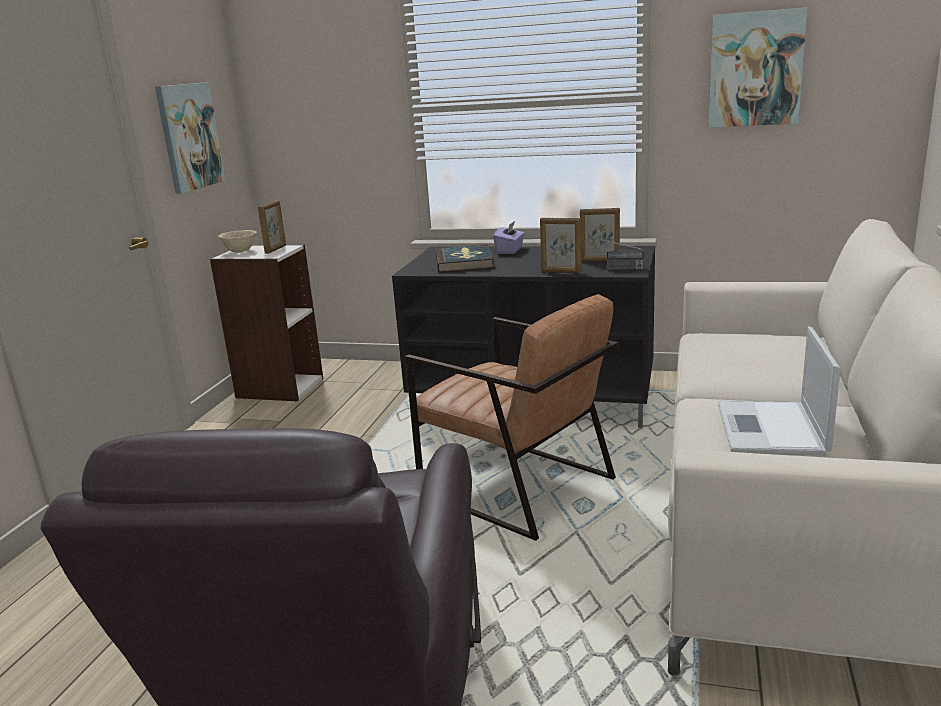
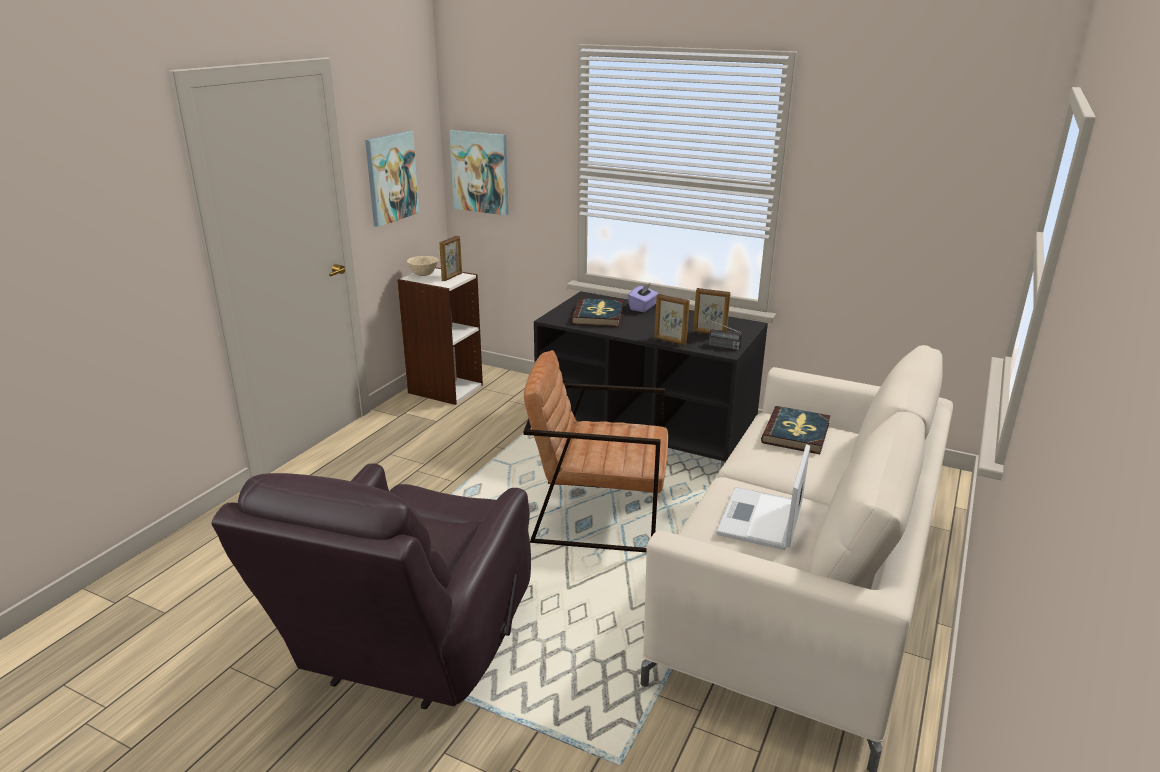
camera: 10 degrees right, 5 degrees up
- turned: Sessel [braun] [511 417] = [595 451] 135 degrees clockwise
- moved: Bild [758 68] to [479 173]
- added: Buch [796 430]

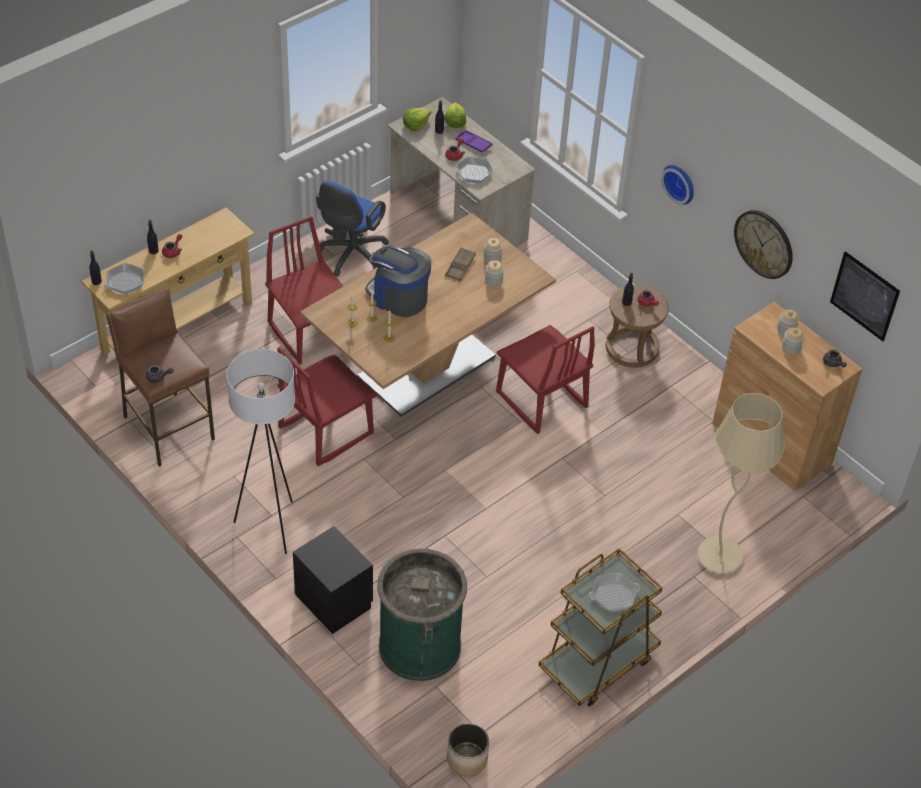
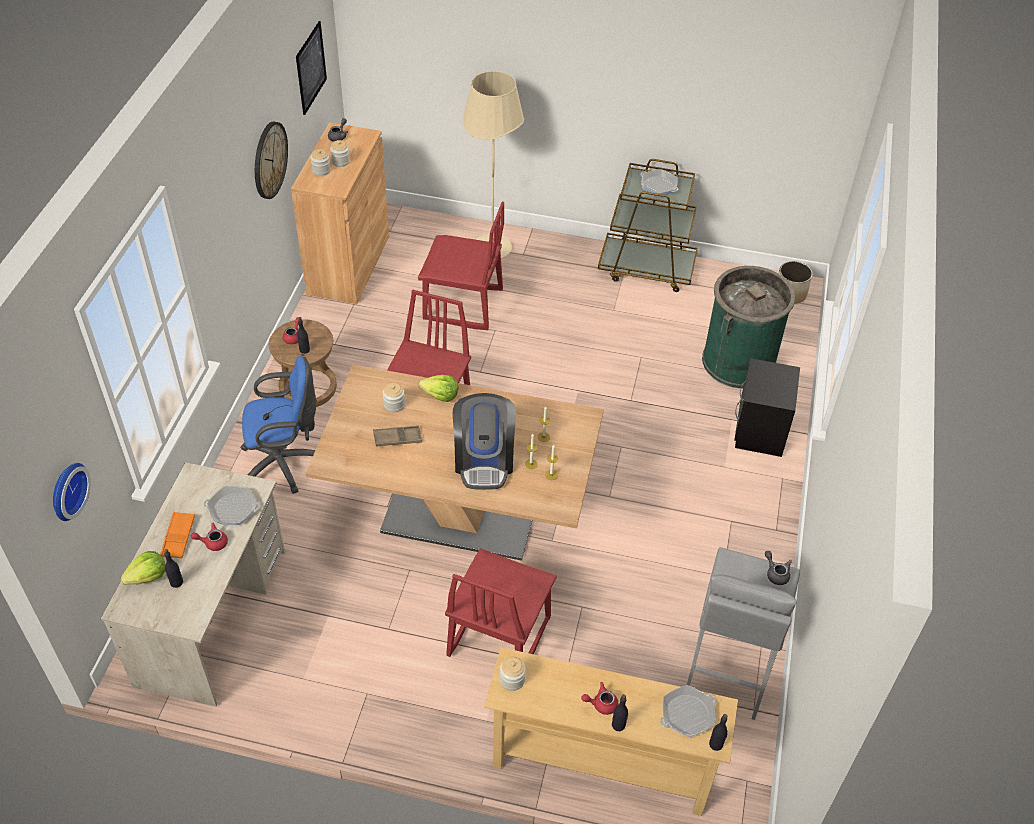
camera: 125 degrees left, 0 degrees up
- turned: Pfanne [125 278] = [688 711] 45 degrees counterclockwise
- recoloured: Hocker [braun] [160 377] to Hocker [grau] [743 633]
- removed: Stehlampe [weiß] [260 451]
- moved: Stuhl [rot] [327 406] to [461 266]
- moved: Bürostuhl [blau] [352 229] to [278 425]
- moved: Salatkopf [417 120] to [438 388]
- recoloured: Tablett [lila] [473 141] to Tablett [orange] [177 535]
- moved: Vorratsglas [493 250] to [513 673]
- moved: Wanduhr [677 185] to [72 492]

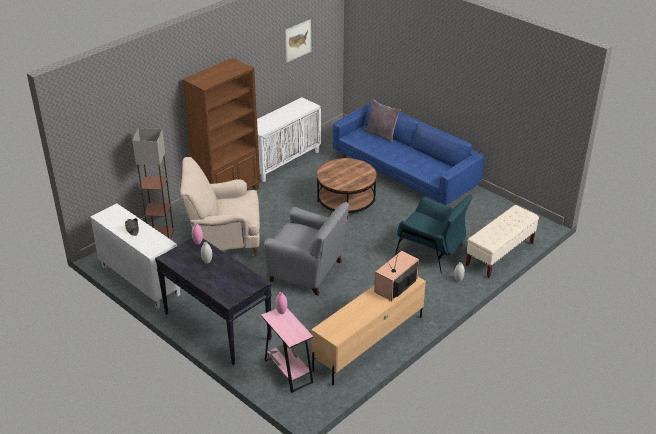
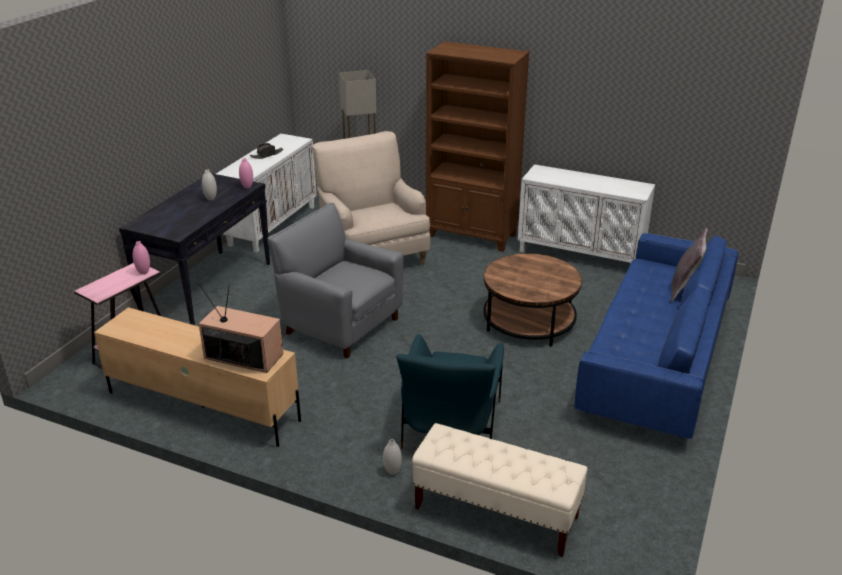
camera: 70 degrees right, 5 degrees down
- turned: Sessel [grau] [306 249] = [335 281] 120 degrees clockwise
- removed: Bild [298 41]

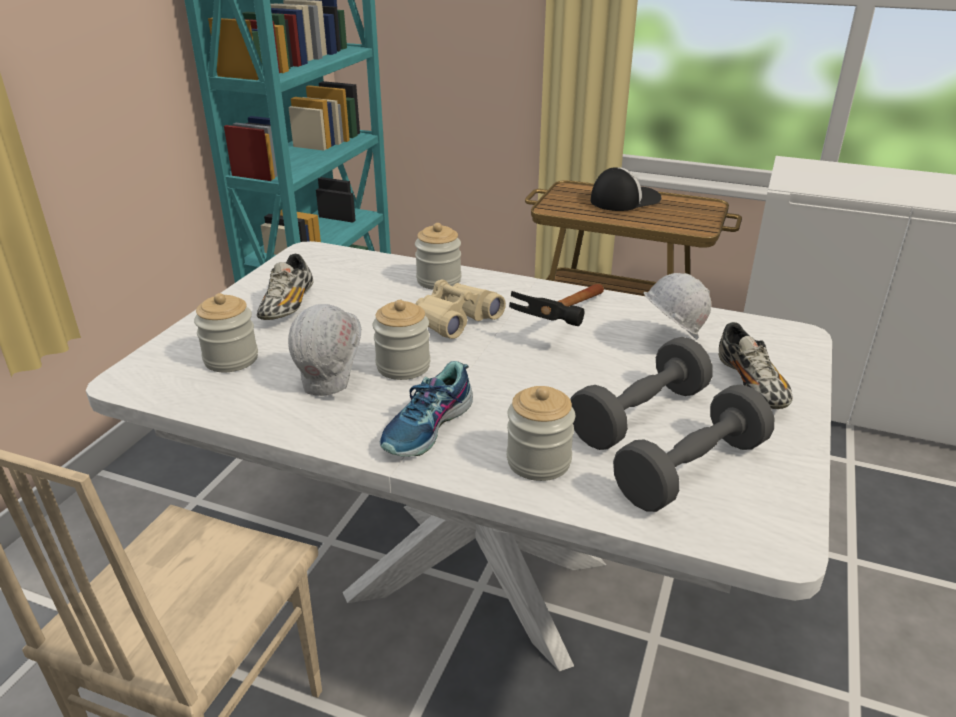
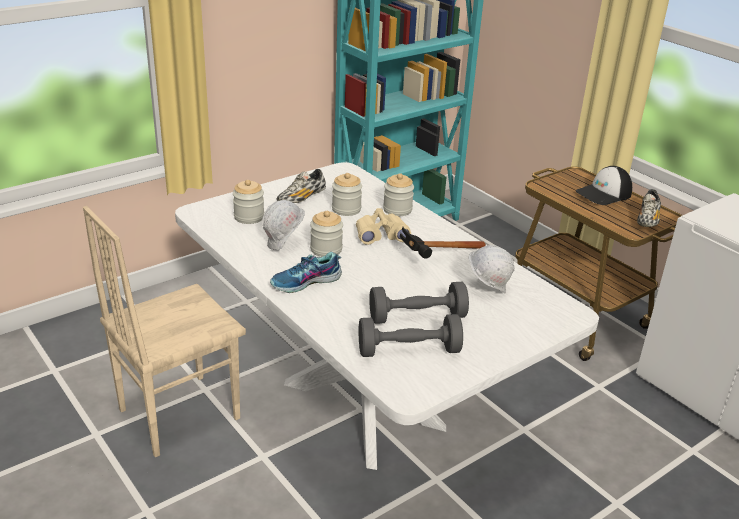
camera: 30 degrees right, 0 degrees up
- moved: Vorratsglas [541 433] to [347 194]
- turned: Kappe [626 189] = [604 185] 150 degrees clockwise
- moved: Schuh [756 365] to [649 208]

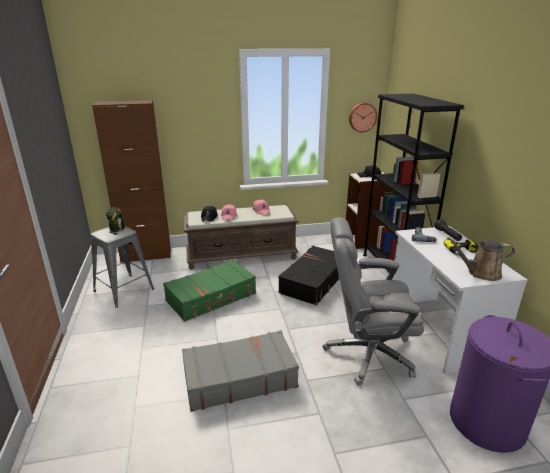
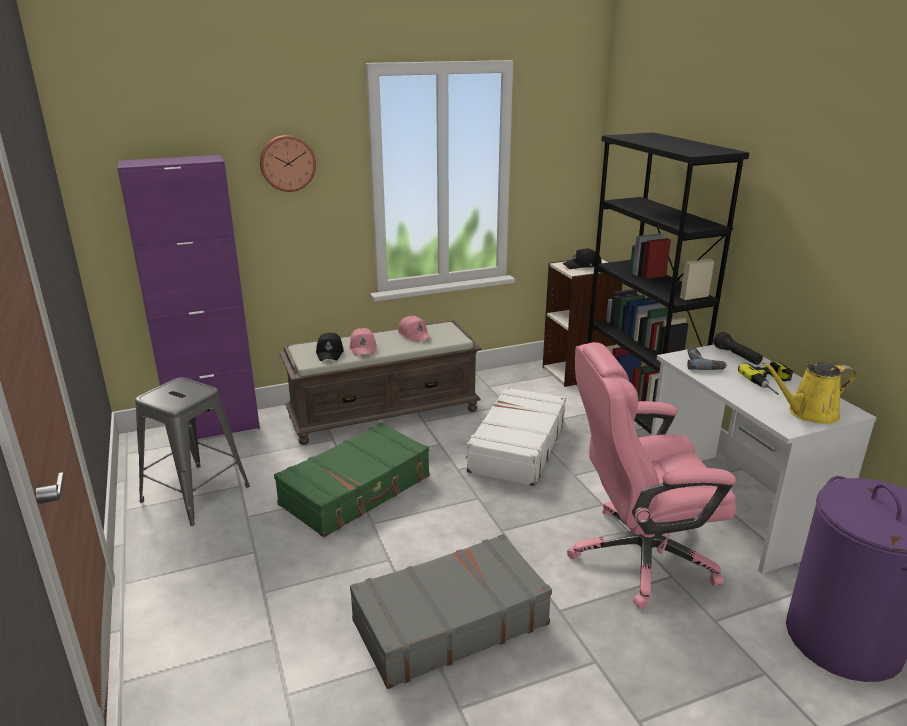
camera: 10 degrees left, 0 degrees up
- recoloured: Schrank [braun] [131 181] to Schrank [lila] [188 297]
- removed: Vorratsglas [115 219]
- recoloured: Koffer [schwarz] [308 275] to Koffer [weiß] [515 436]
- recoloured: Bürostuhl [grau] [373 301] to Bürostuhl [rosa] [651 475]
- moved: Wanduhr [363 117] to [288 163]
- recoloured: Gießkanne [braun] [481 259] to Gießkanne [gelb] [809 393]

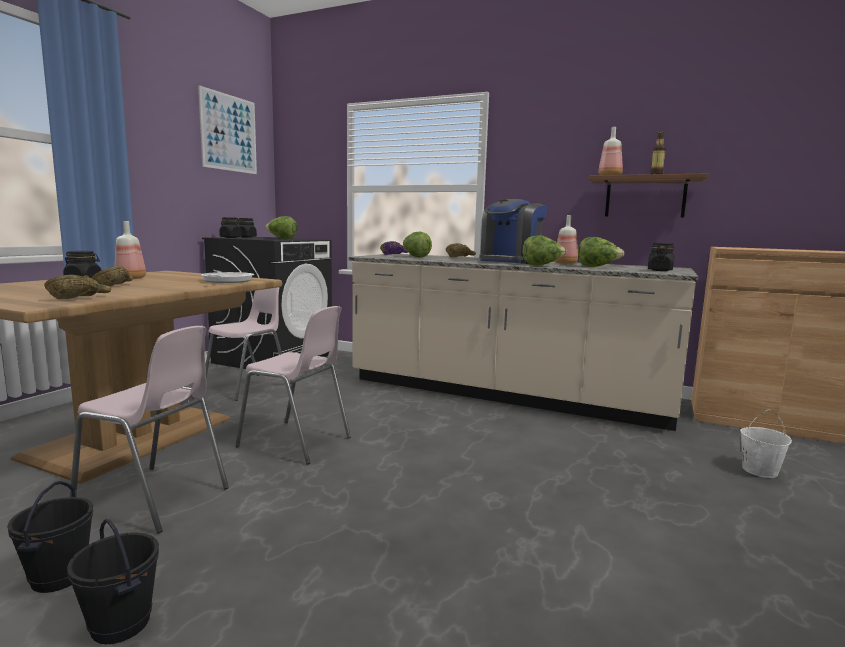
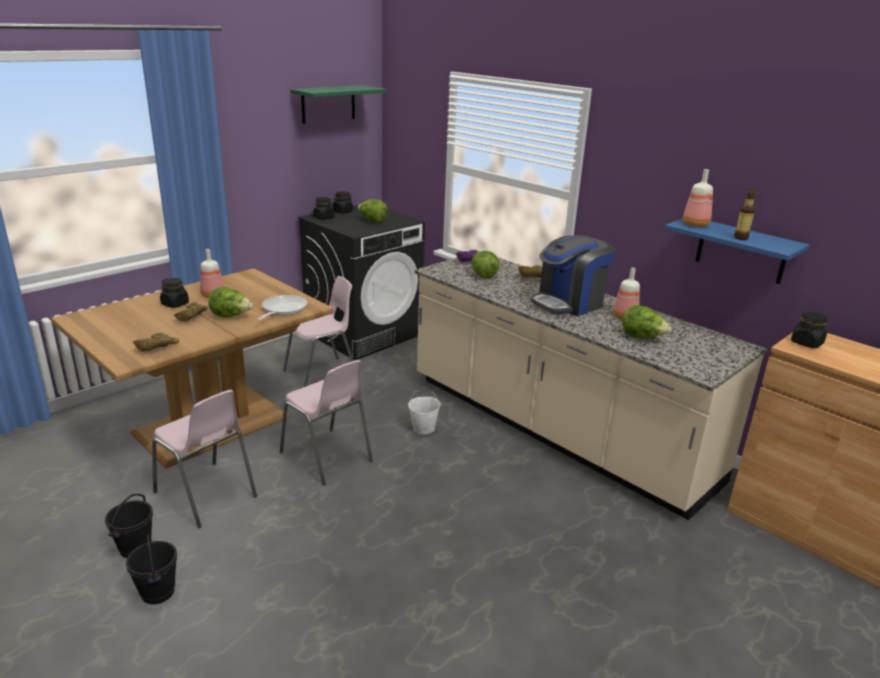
camera: 20 degrees right, 15 degrees up
- replaced: Bild [227 129] to Wandregal [grün] [338 104]
- moved: Salatkopf [544 250] to [230 302]
- recoloured: Wandregal [braun] [648 196] to Wandregal [blau] [737 251]
- moved: Vorratsglas [schwarz] [661 257] to [809 329]
- moved: Eimer [weiß] [766 443] to [424 410]

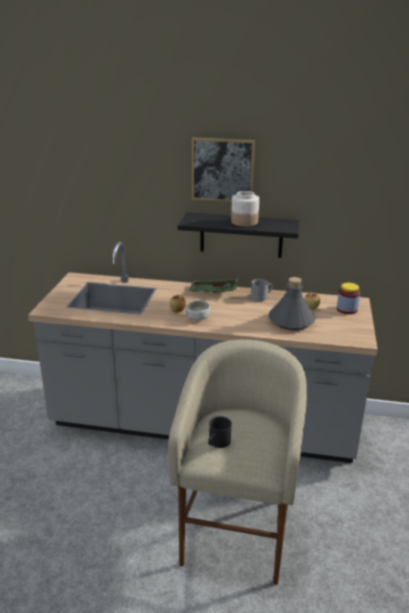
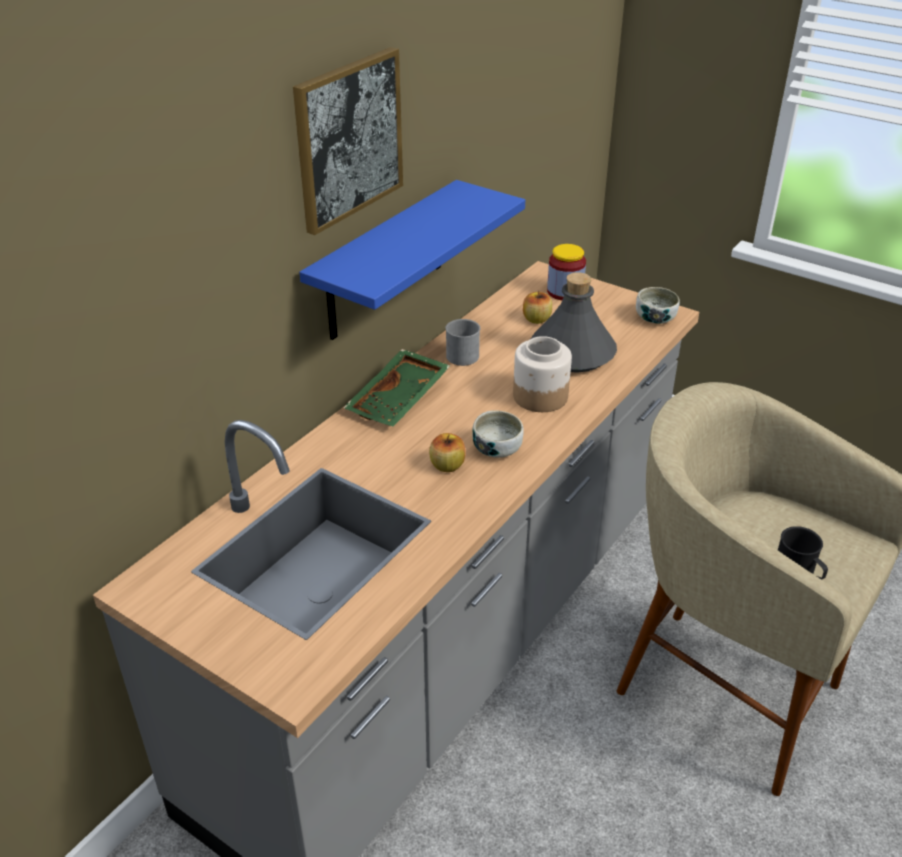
camera: 65 degrees left, 10 degrees up
- recoloured: Wandregal [schwarz] [238 235] to Wandregal [blau] [412 260]
- moved: Vorratsglas [245 208] to [542 374]
- added: Schüssel [658 305]

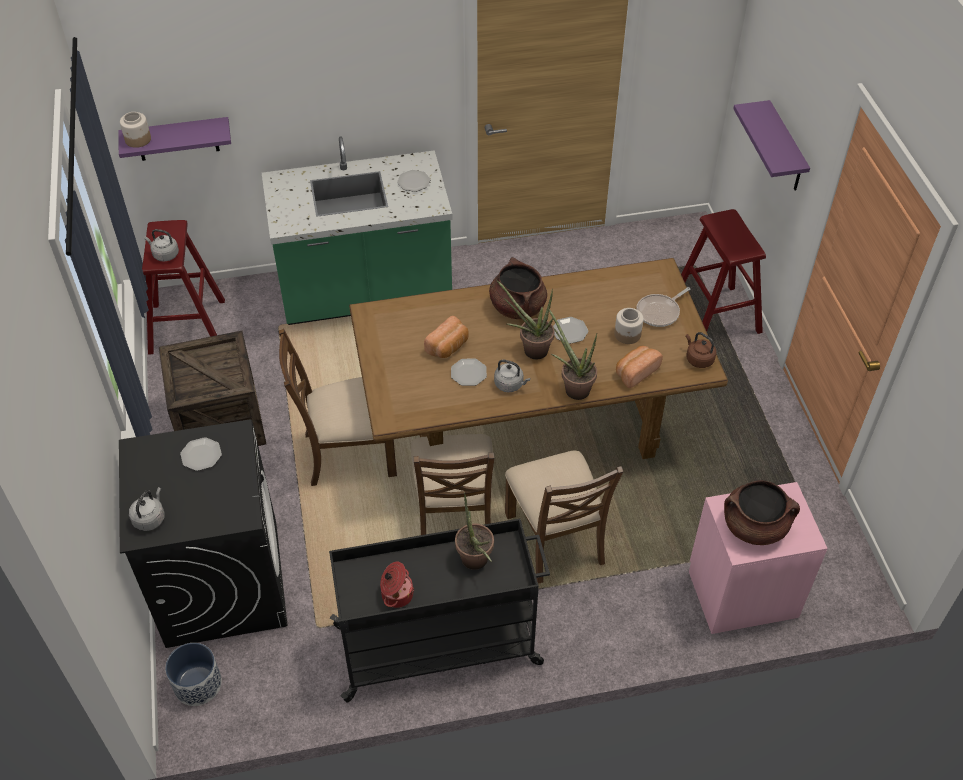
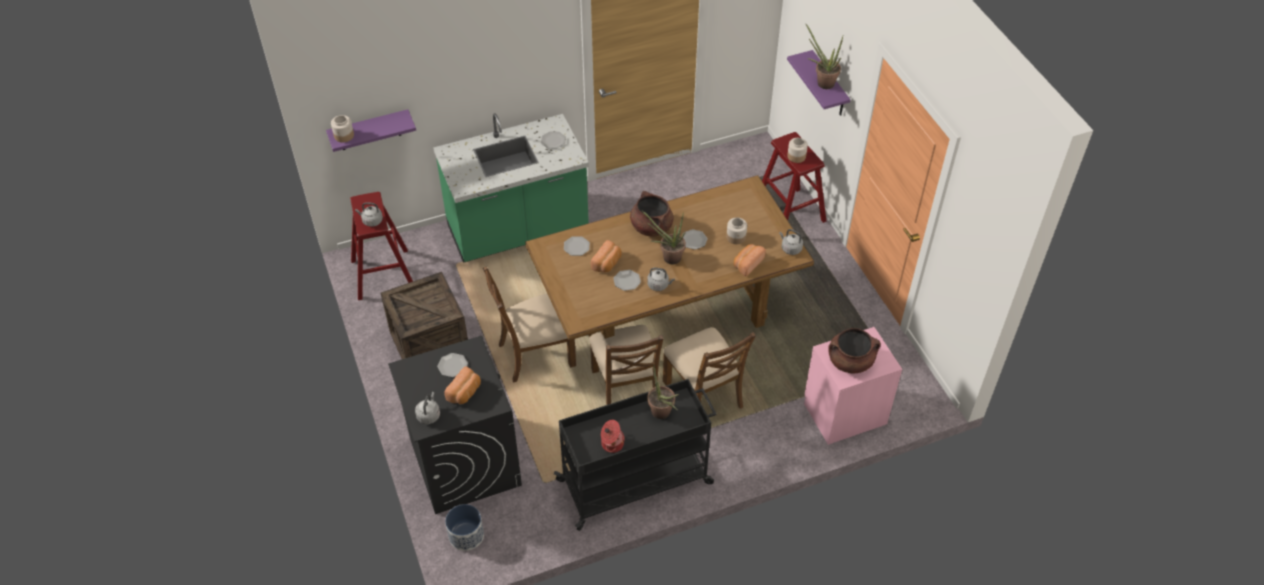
camera: 10 degrees left, 0 degrees up
- moved: Topfpflanze [572 354] to [824 56]
- removed: Pfanne [663 307]
- recoloured: Wasserkessel [braun] [701 350] to Wasserkessel [grau] [791 242]
- added: Brot [462 385]
- added: Teller [577 246]
- added: Vorratsglas [797 150]

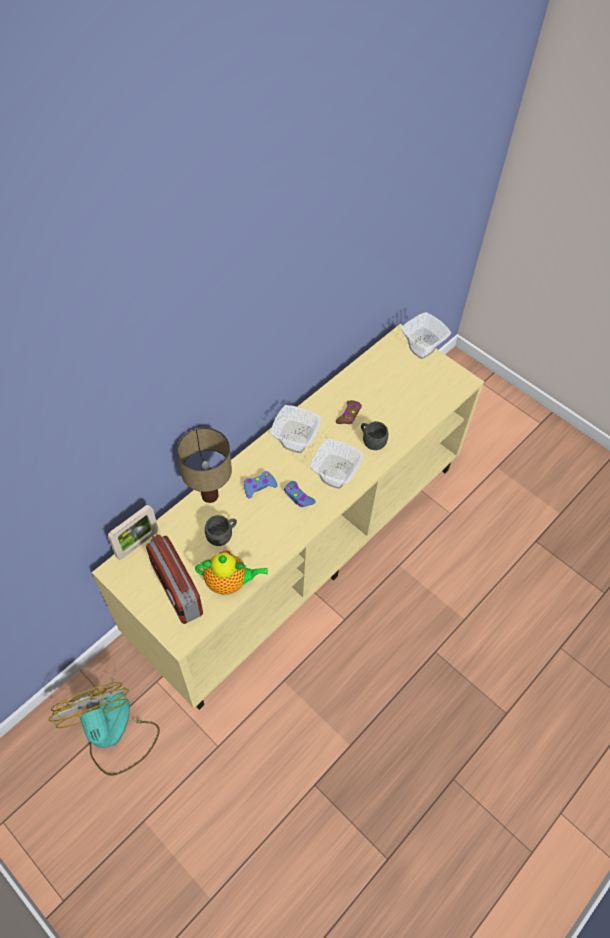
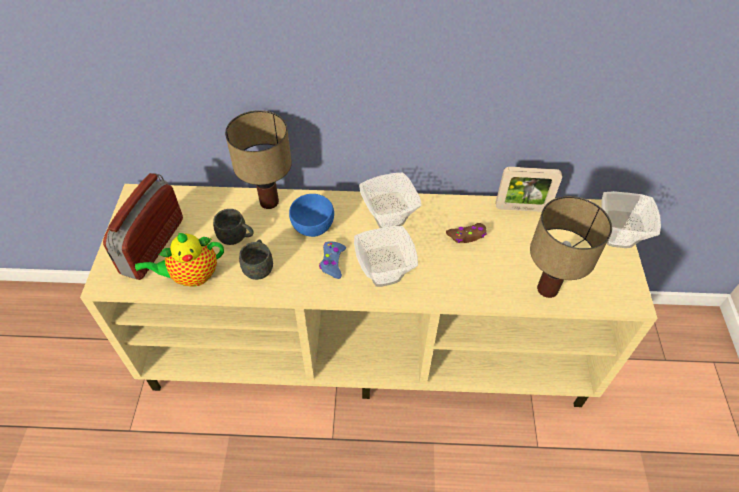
camera: 50 degrees right, 5 degrees down
- removed: Ventilator [104 729]
- moved: Bilderrahmen [133 532] to [529 189]
- turned: Teekanne [231 572] = [179 260] 105 degrees clockwise
- replaced: Gamepad [blau] [261 485] to Schüssel [blau] [311 215]
- moved: Henkelbecher [grau] [374 435] to [256 259]
- added: Tischlampe [571 247]

